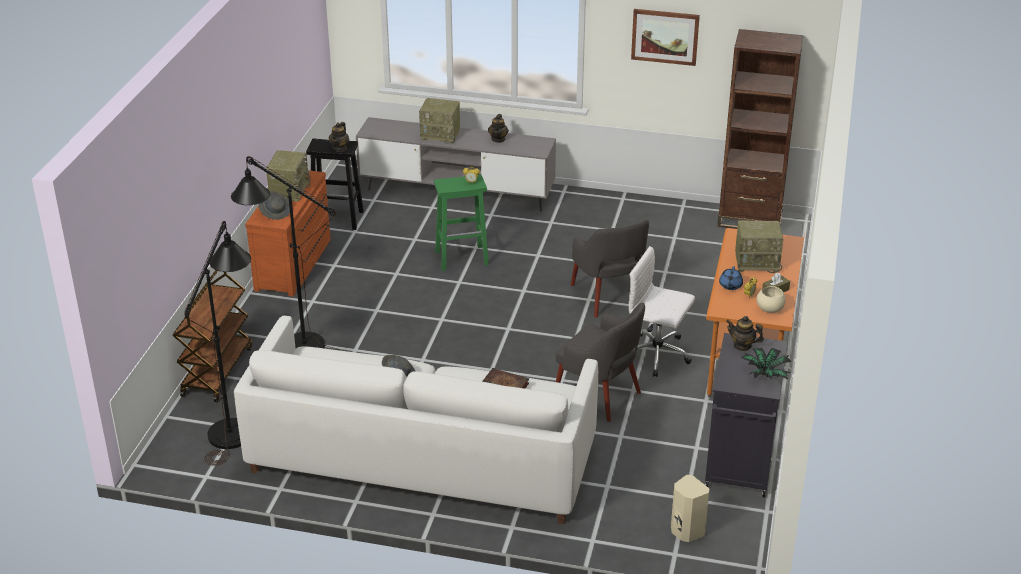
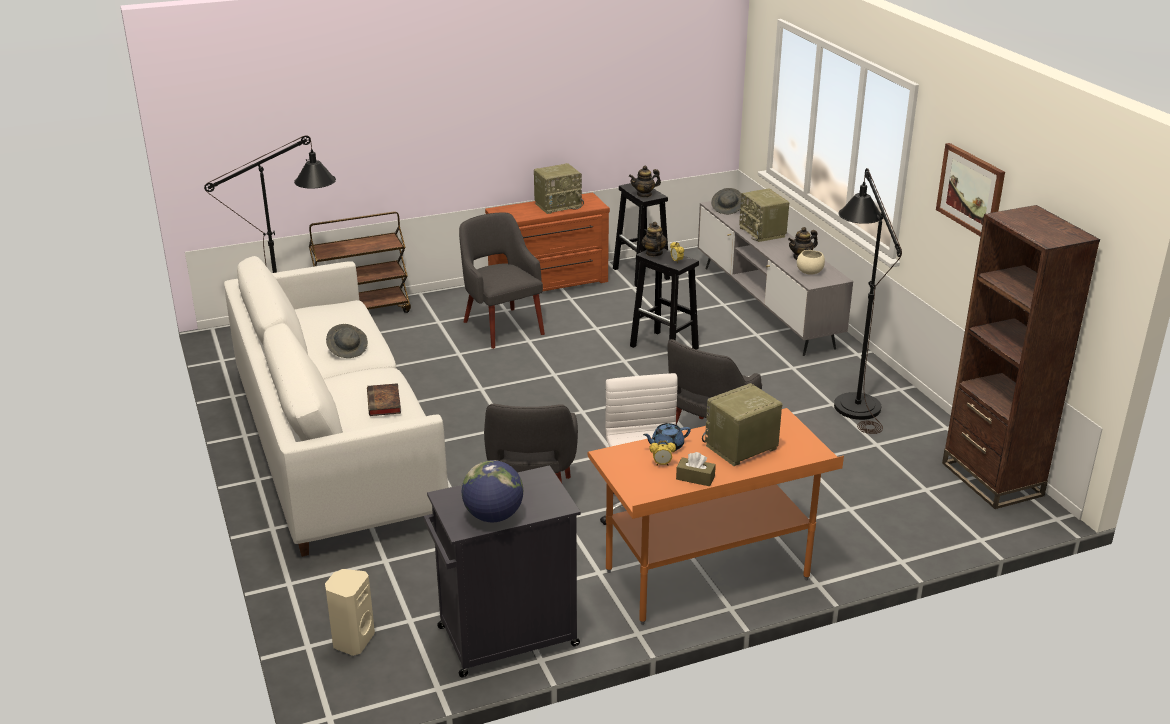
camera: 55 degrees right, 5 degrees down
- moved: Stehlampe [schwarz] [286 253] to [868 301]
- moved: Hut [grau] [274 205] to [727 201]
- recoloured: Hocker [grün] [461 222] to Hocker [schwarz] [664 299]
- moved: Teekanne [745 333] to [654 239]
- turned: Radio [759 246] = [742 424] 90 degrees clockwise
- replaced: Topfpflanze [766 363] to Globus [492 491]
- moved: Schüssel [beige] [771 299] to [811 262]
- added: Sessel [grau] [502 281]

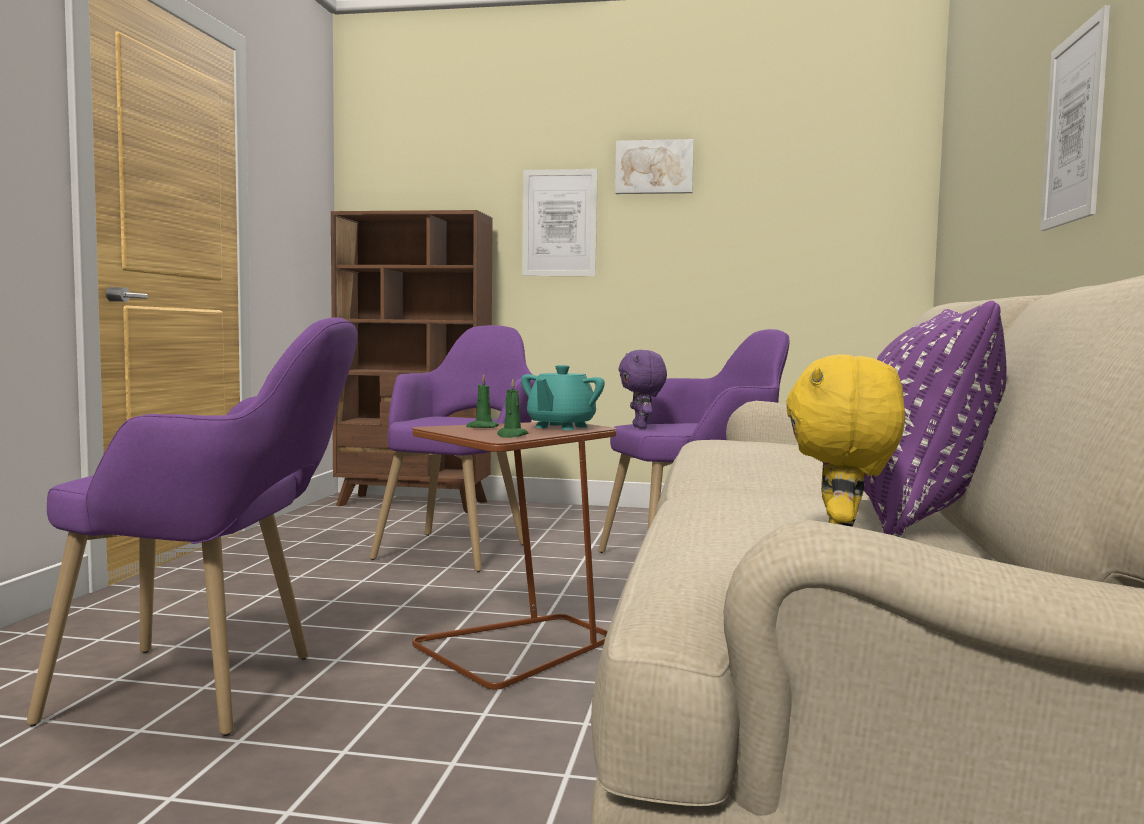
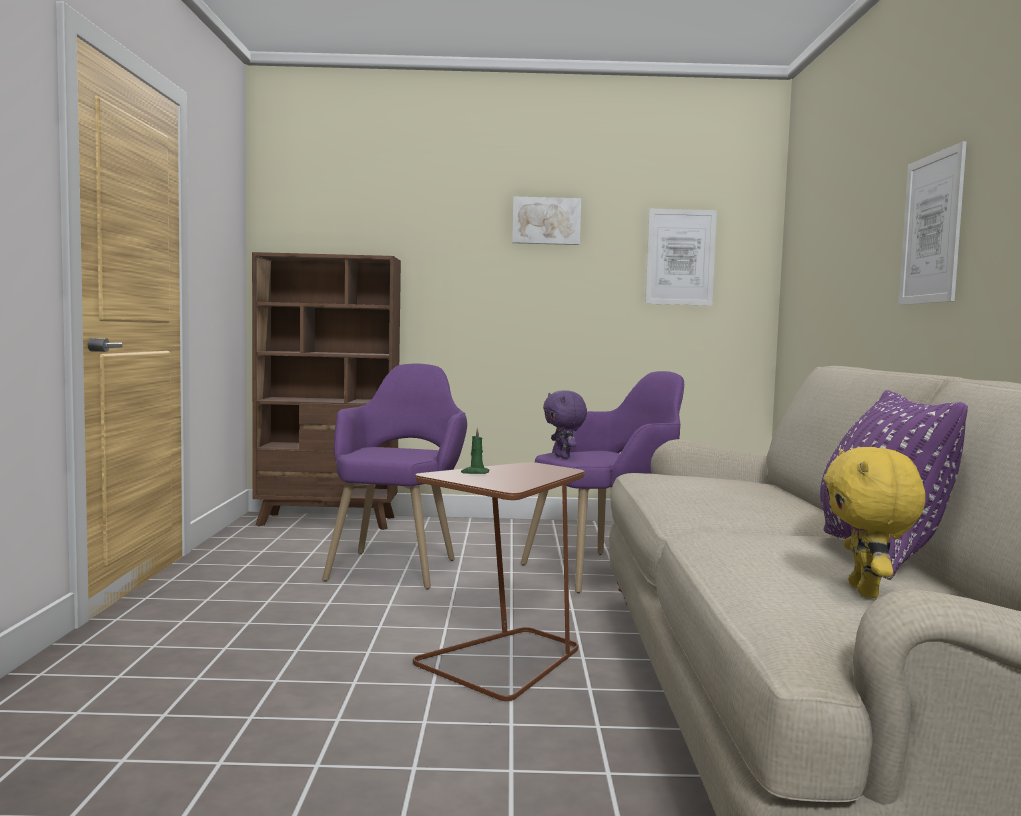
camera: 10 degrees left, 0 degrees up
- removed: Sessel [lila] [192 527]
- removed: Kerze [grün] [512 408]
- removed: Teekanne [türkis] [563 397]
- moved: Bild [560 222] to [681 257]

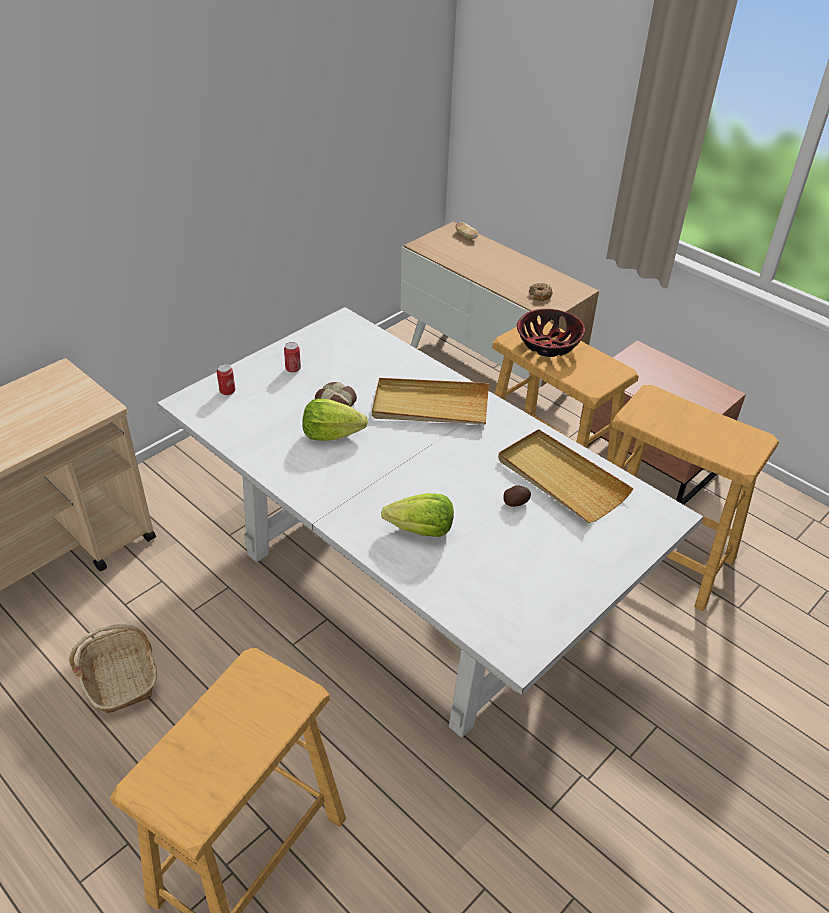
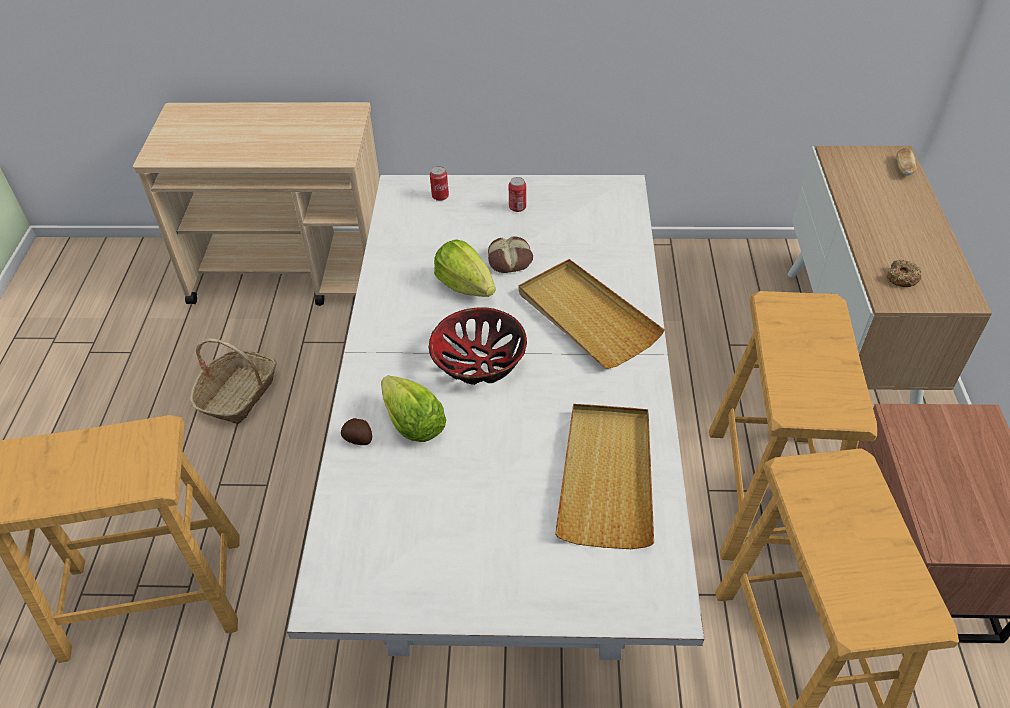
camera: 50 degrees right, 5 degrees up
- moved: Kartoffel [517 496] to [356 431]
- moved: Schüssel [551 333] to [478 346]

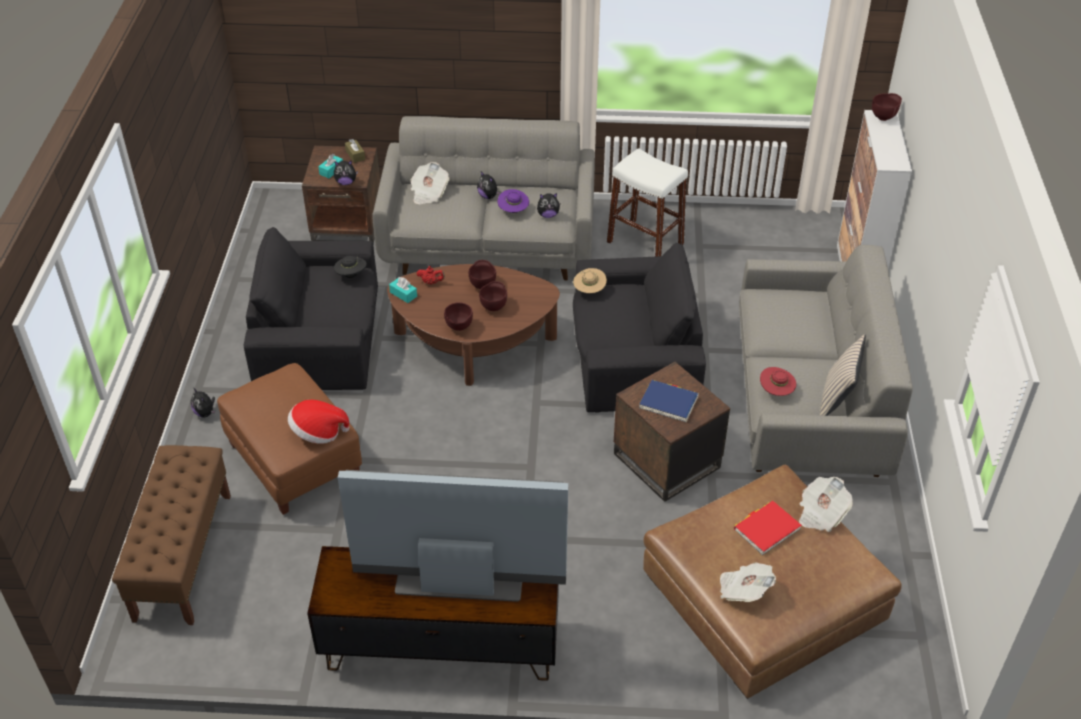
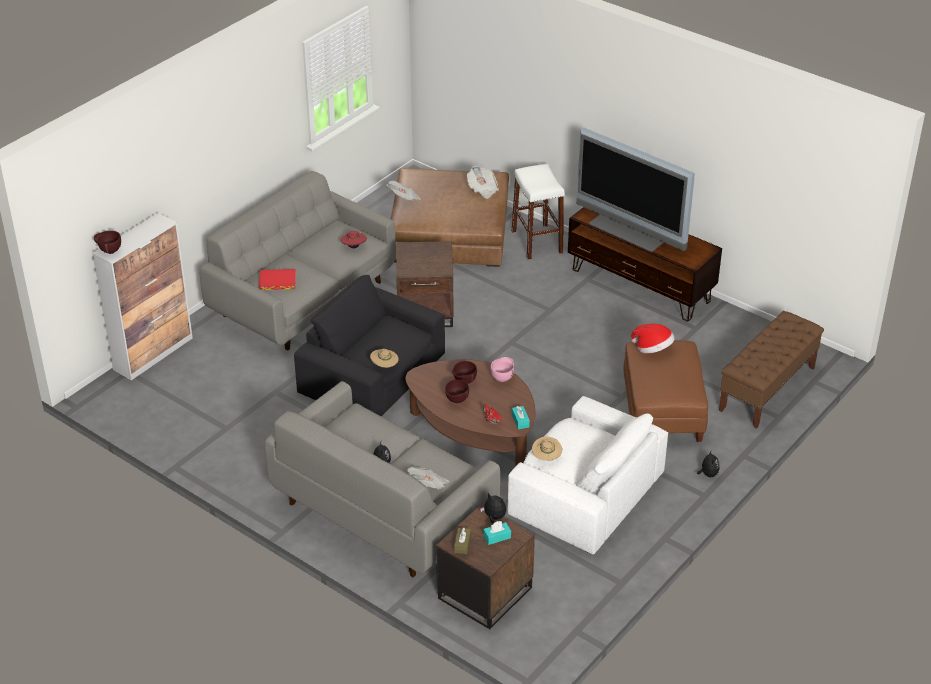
camera: 145 degrees left, 5 degrees down
- recoloured: Sessel [schwarz] [311 308] to Sessel [weiß] [588 475]
- recoloured: Hut [schwarz] [350 266] to Hut [beige] [547 448]
- recoloured: Schüssel [braun] [458 316] to Schüssel [rosa] [502 369]
- removed: Hut [lila] [513 201]
- removed: Plüschtier [549 205]
- moved: Hocker [weiß] [647 202] to [538 211]
- removed: Buch [blau] [668 401]
- moved: Buch [rot] [768 528] to [277 279]
- removed: Kissen [beige] [843 375]

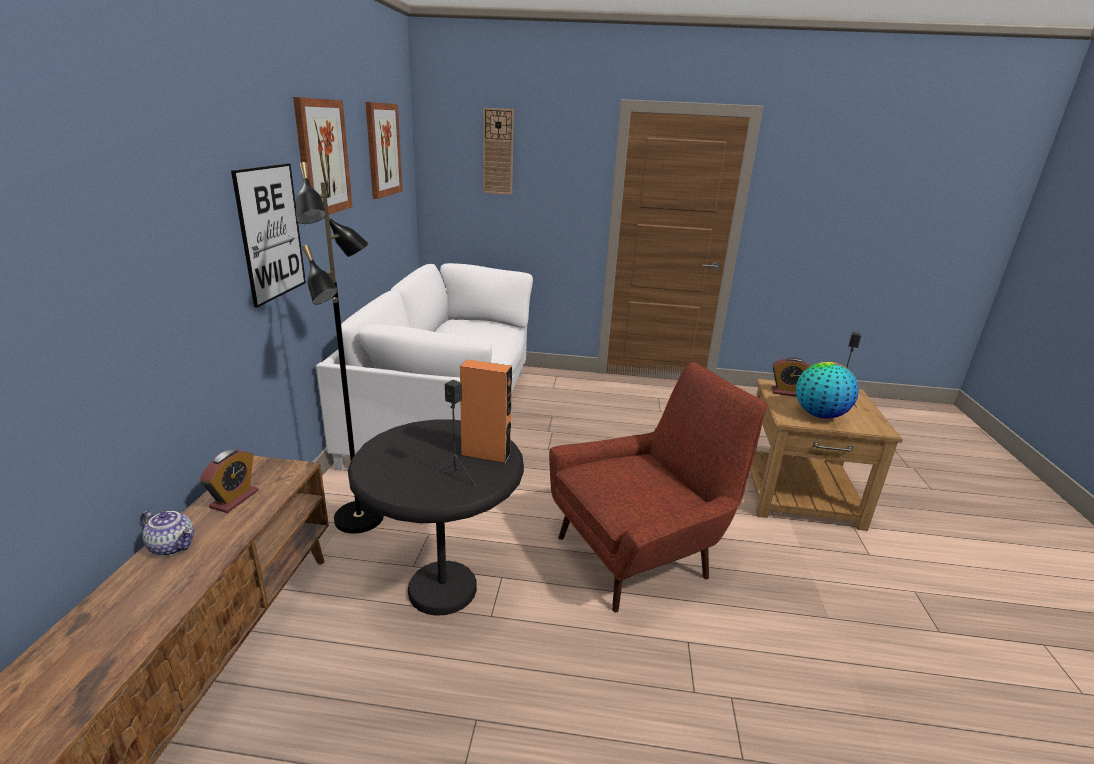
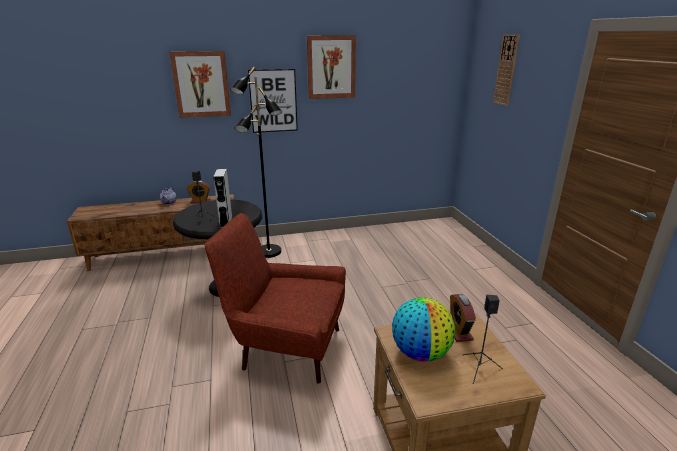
camera: 70 degrees right, 0 degrees up
- removed: Sofa [weiß] [424 366]
- moved: Bild [384 150] to [200 84]
- recoloured: Lautsprecher [orange] [486 412] to Lautsprecher [grau] [222 198]
- turned: Sessel [rot] [658 487] = [275 298] 150 degrees clockwise

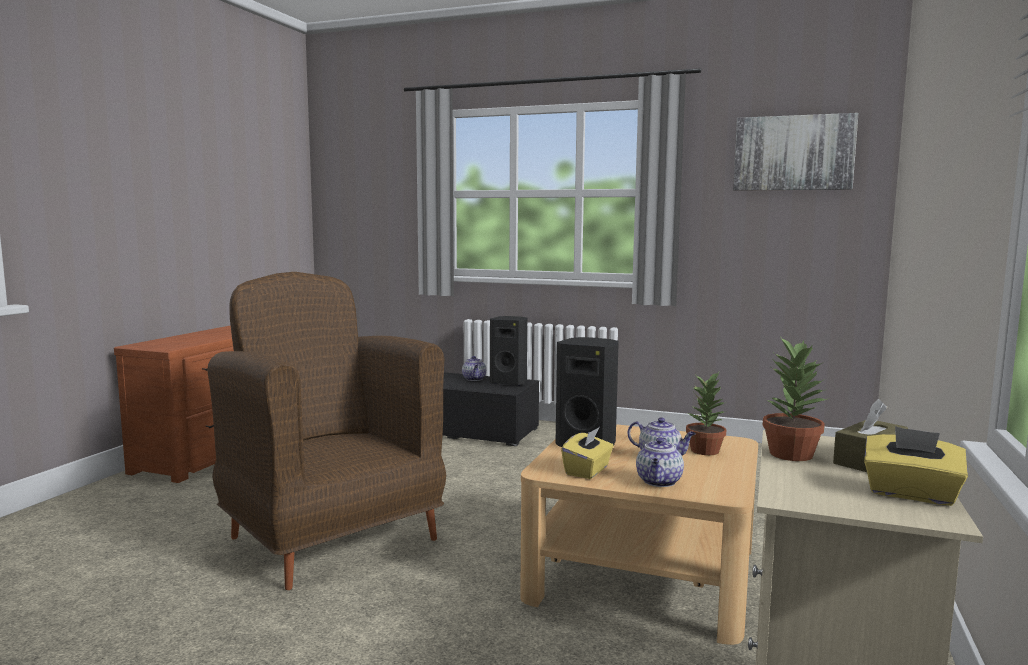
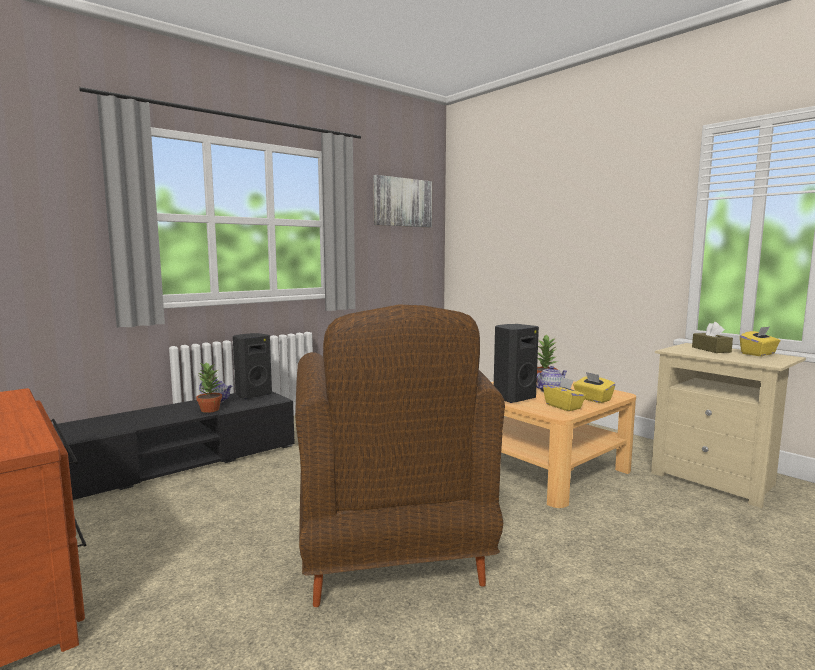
camera: 60 degrees left, 0 degrees up
- turned: Sessel [braun] [327 431] = [400 456] 90 degrees counterclockwise
- replaced: Teekanne [660 462] to Taschentuchbox [gelb] [594 387]
- moved: Topfpflanze [795 398] to [209 387]

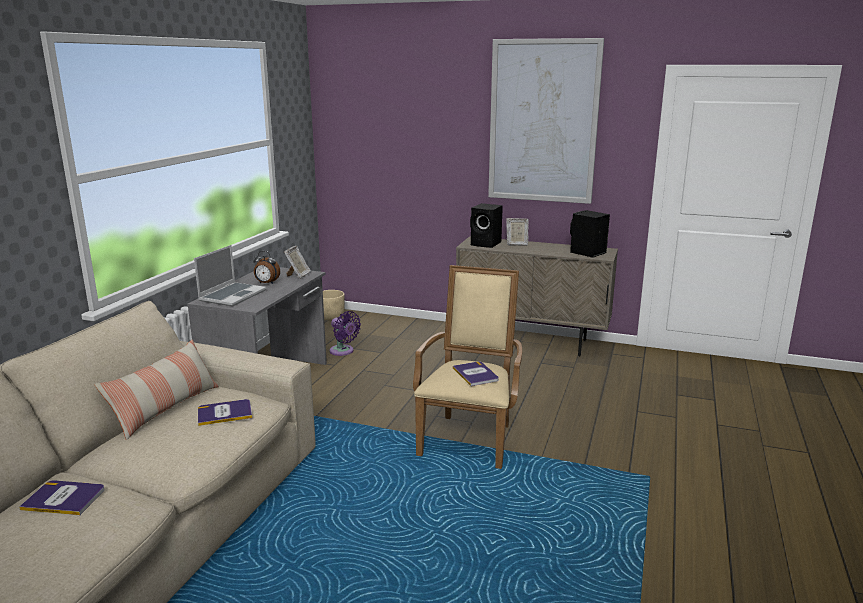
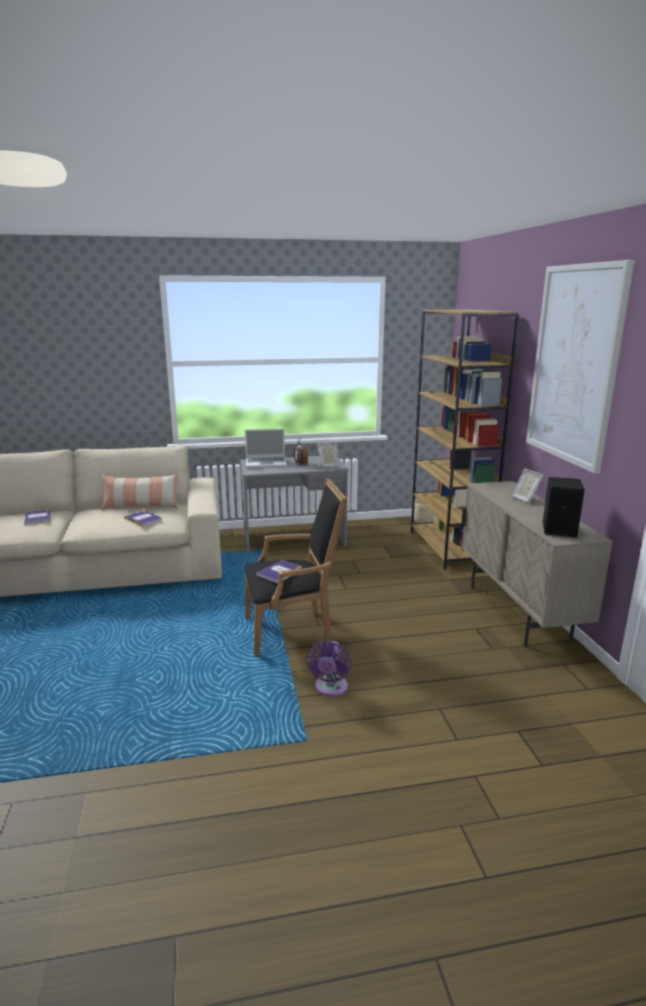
camera: 60 degrees right, 0 degrees up
- moved: Ventilator [lila] [345 333] to [328 669]
- recoloured: Sessel [beige] [467 367] to Sessel [schwarz] [295 567]
- removed: Lautsprecher [schwarz] [486 225]
- added: Bücherregal [braun] [465 440]

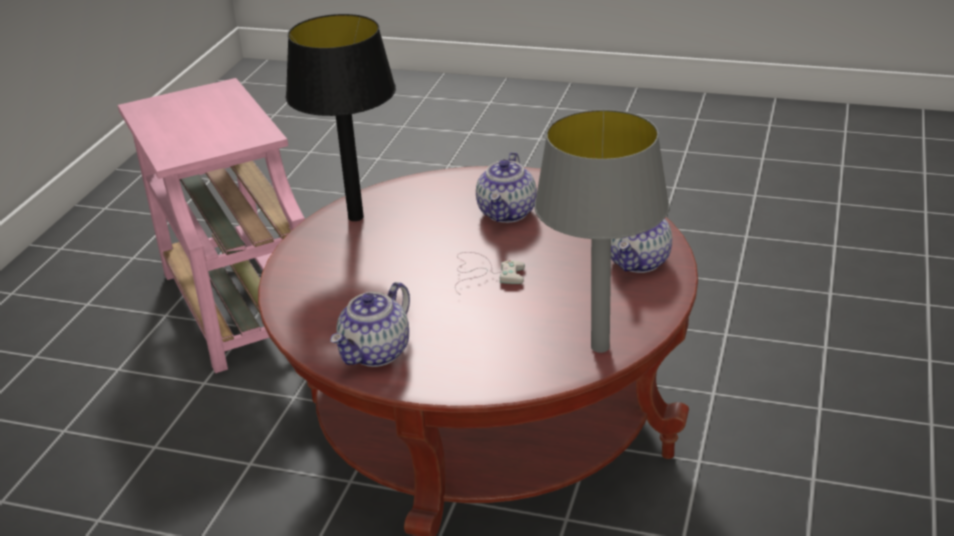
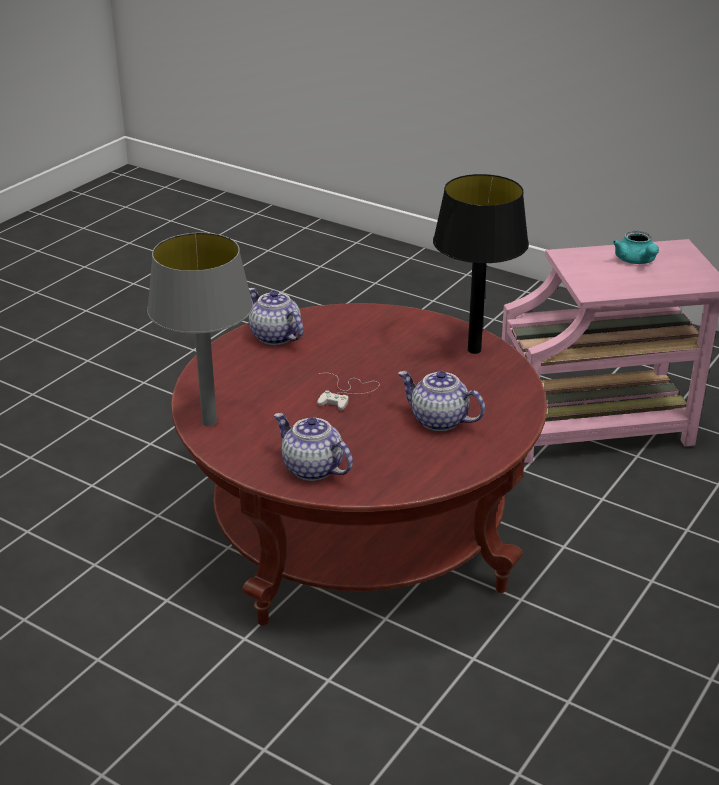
camera: 105 degrees right, 0 degrees up
- added: Teekanne [türkis] [635 247]

